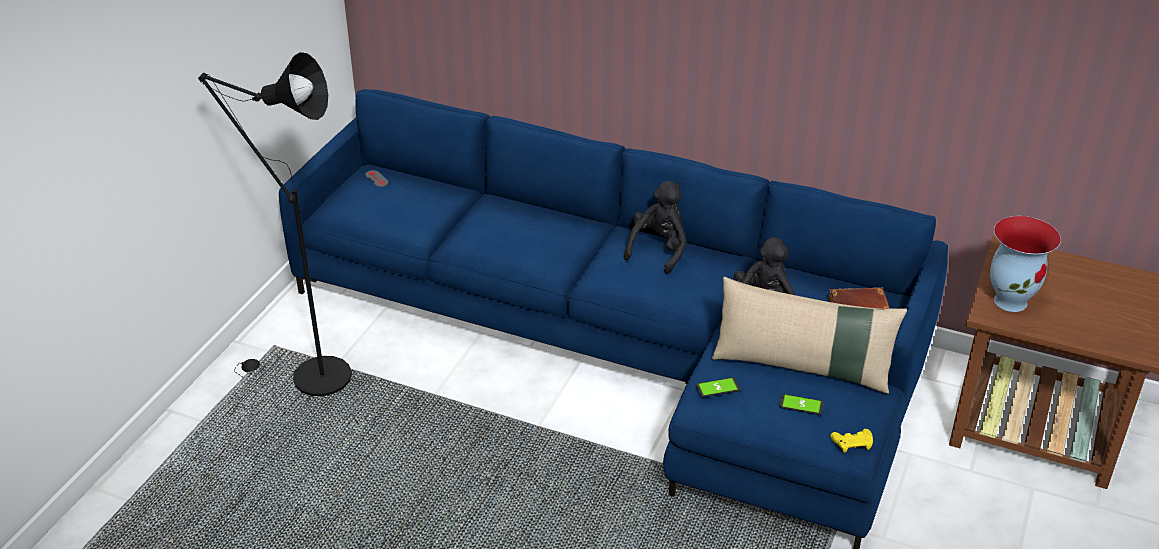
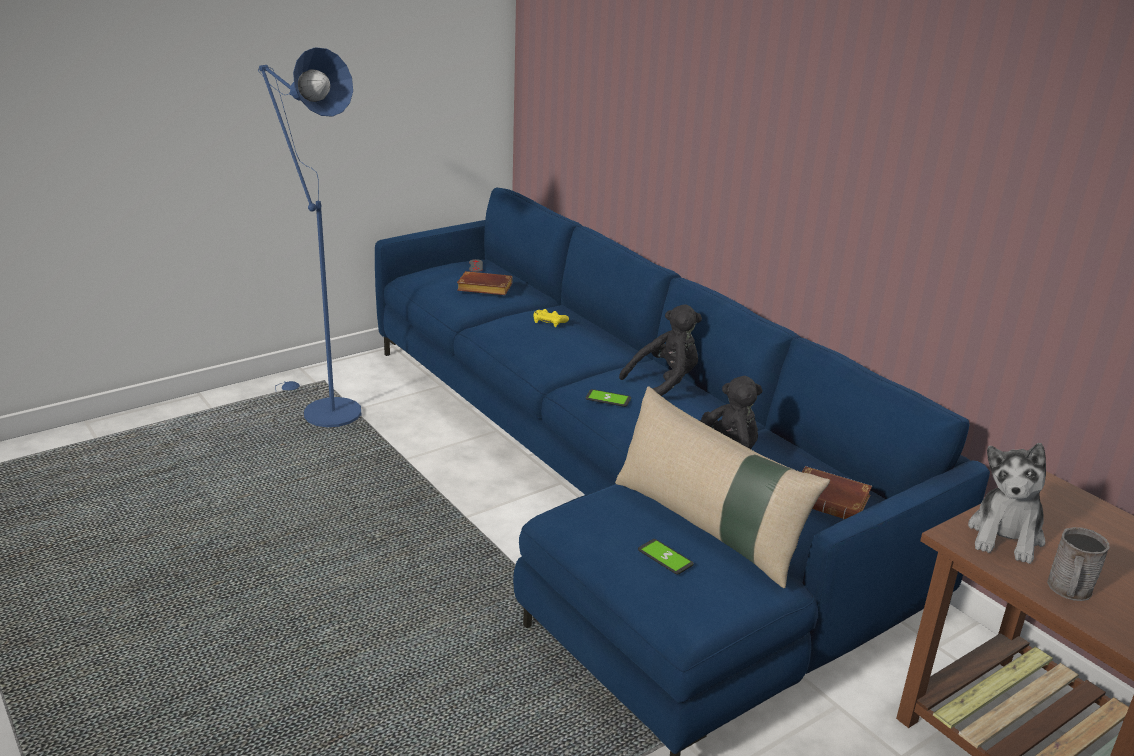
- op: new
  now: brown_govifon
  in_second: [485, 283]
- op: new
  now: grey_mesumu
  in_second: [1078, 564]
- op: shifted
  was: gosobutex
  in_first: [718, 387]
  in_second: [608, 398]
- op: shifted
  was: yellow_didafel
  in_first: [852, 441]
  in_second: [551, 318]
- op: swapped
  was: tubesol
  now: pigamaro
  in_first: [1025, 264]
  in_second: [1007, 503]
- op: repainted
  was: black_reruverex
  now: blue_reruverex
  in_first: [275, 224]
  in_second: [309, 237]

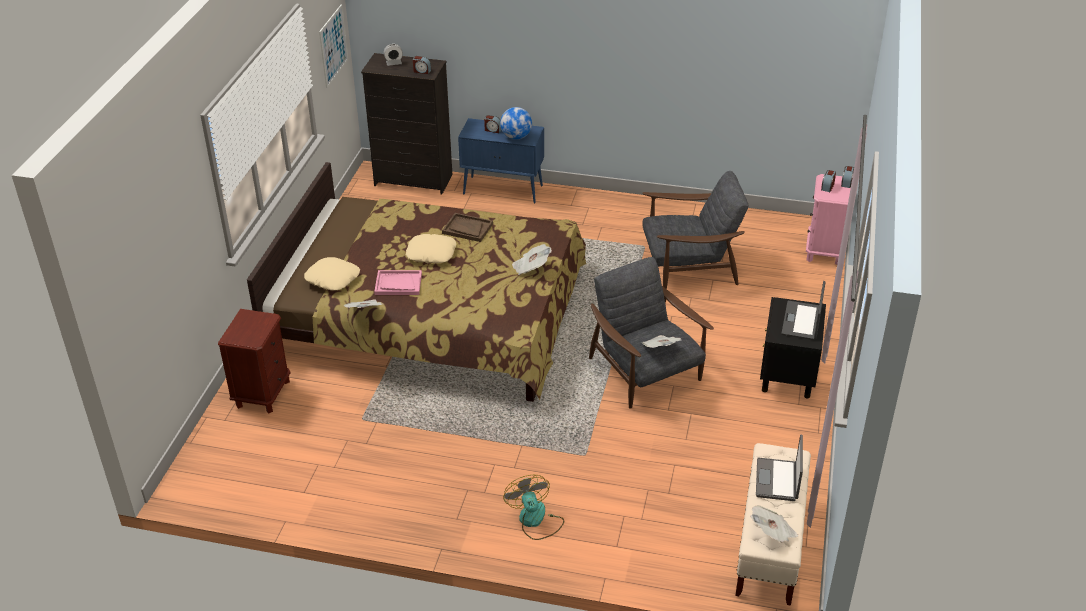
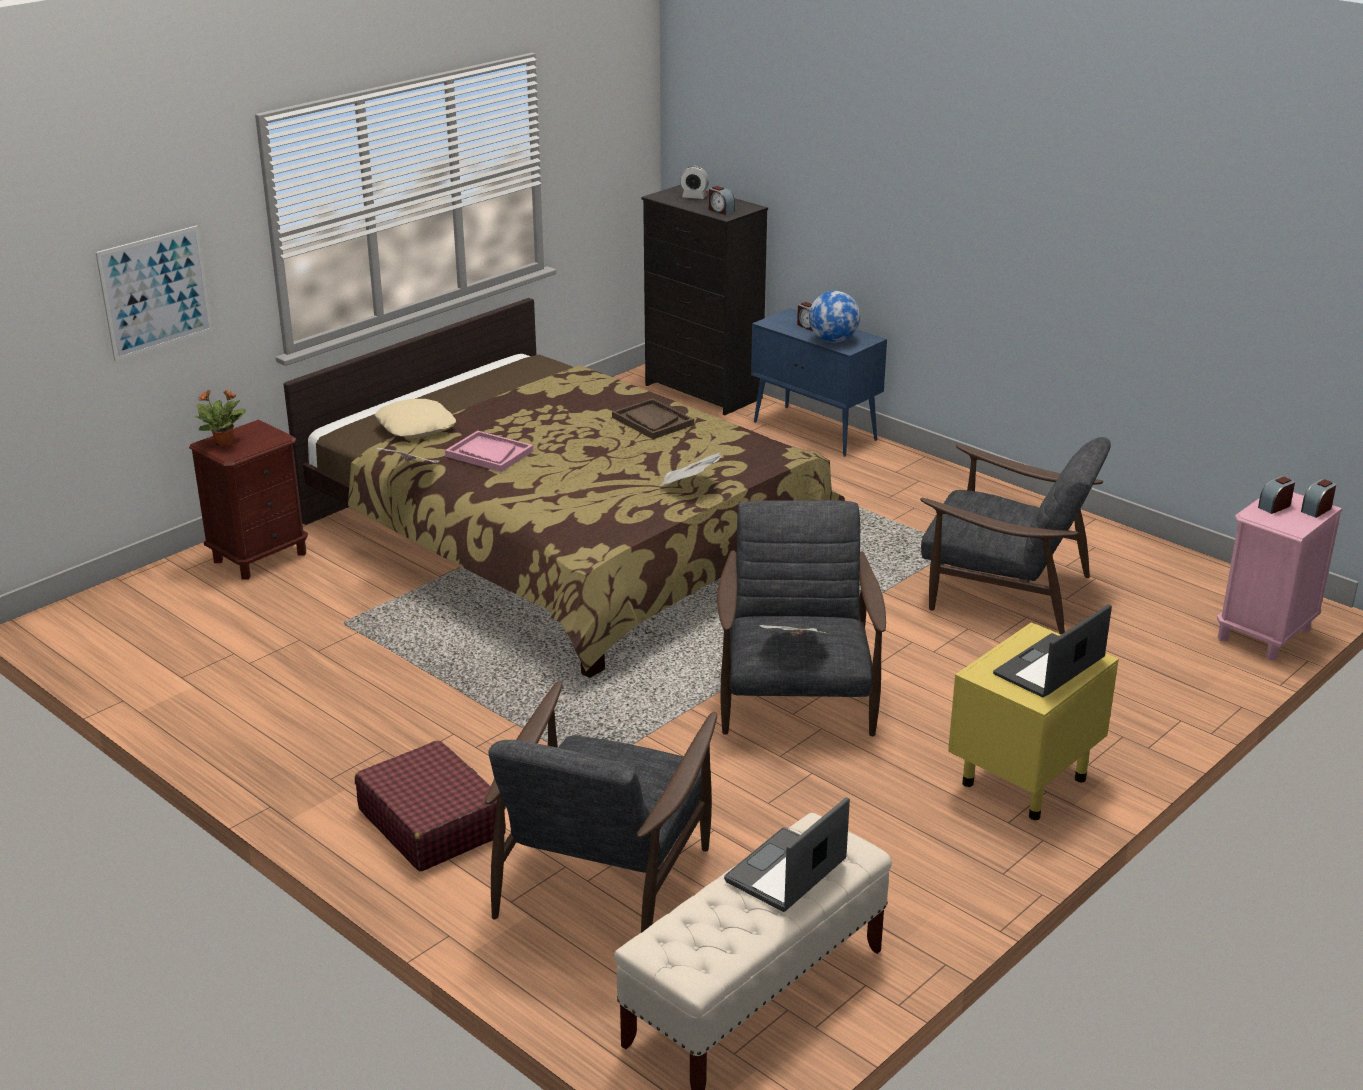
- op: gone
  was: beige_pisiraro
  in_first: [431, 248]
- op: gone
  was: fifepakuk
  in_first: [774, 523]
- op: new
  now: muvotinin
  in_second: [220, 418]
- op: new
  now: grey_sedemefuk
  in_second: [601, 807]
- op: shifted
  was: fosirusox
  in_first: [333, 46]
  in_second: [154, 293]
- op: swapped
  was: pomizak
  now: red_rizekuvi
  in_first: [534, 507]
  in_second: [430, 805]
- op: repainted
  was: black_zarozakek
  now: yellow_zarozakek
  in_first: [793, 347]
  in_second: [1033, 721]

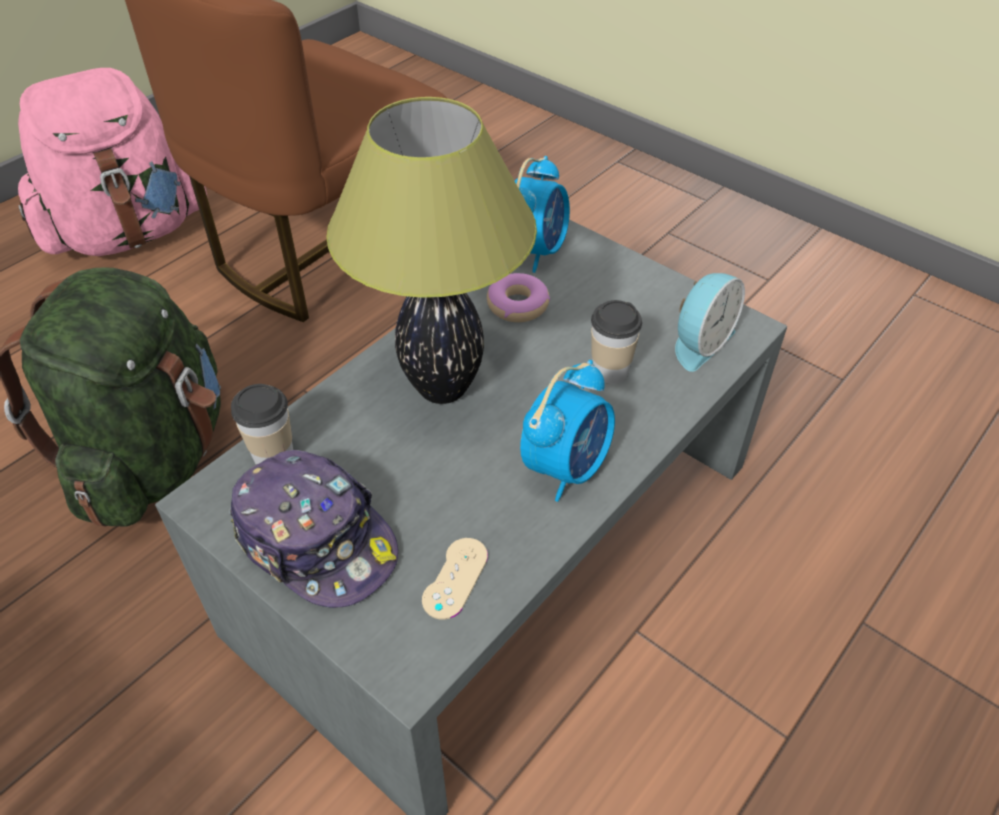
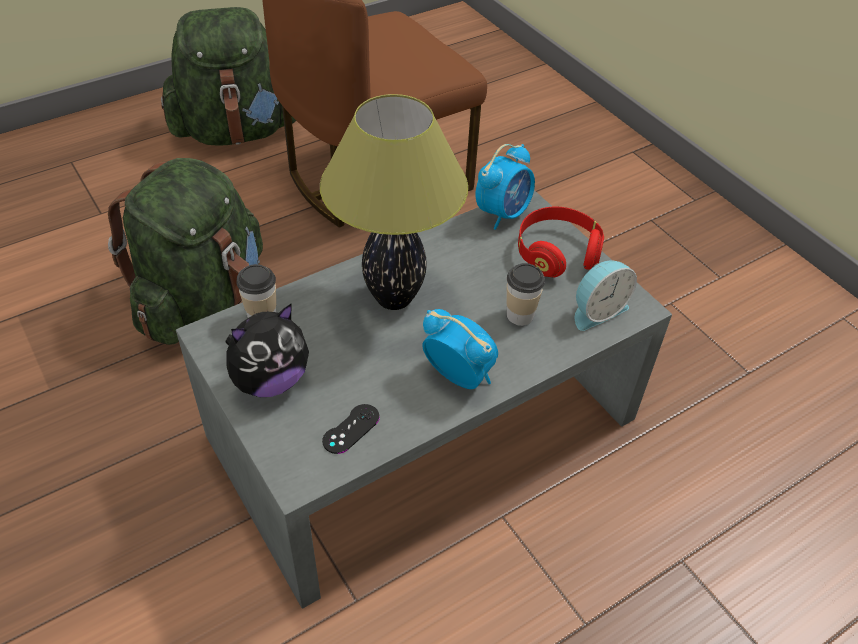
- op: gone
  was: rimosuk
  in_first: [518, 297]
- op: new
  now: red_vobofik
  in_second: [561, 242]
- op: swapped
  was: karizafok
  now: pigamaro
  in_first: [313, 529]
  in_second: [267, 350]
- op: repainted
  was: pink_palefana
  now: green_palefana
  in_first: [112, 162]
  in_second: [228, 76]
- op: repainted
  was: beige_didafel
  now: black_didafel
  in_first: [455, 579]
  in_second: [351, 429]
- op: rotated
  was: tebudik
  in_first: [567, 431]
  in_second: [460, 349]
  clockwise: -105

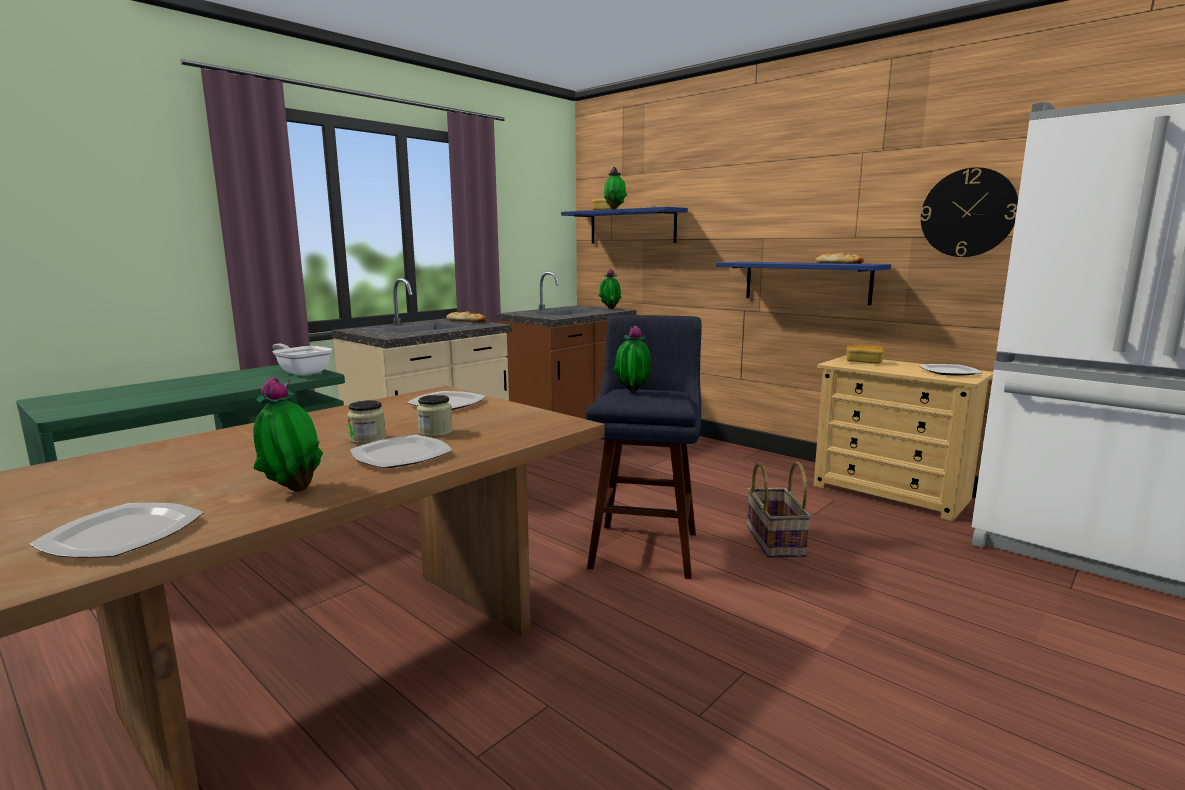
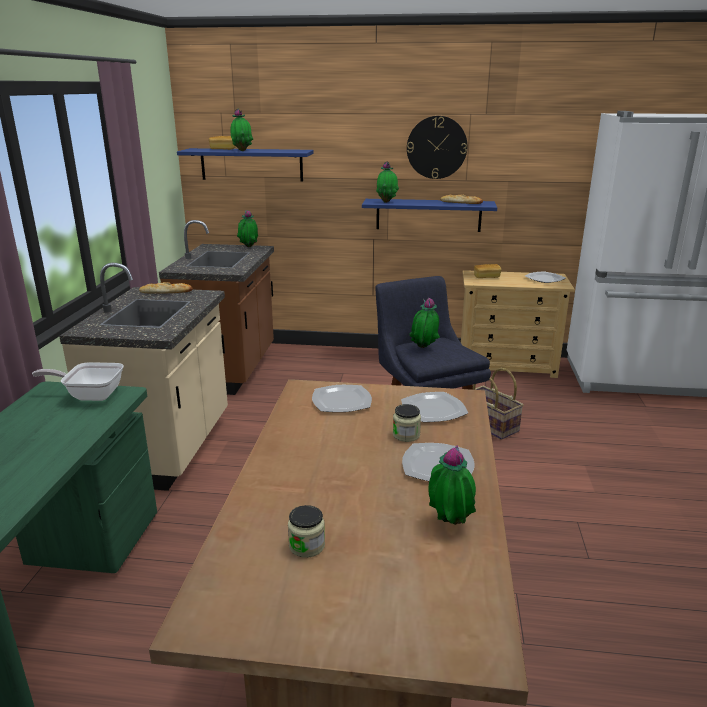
- op: new
  now: muvotinin
  in_second: [387, 182]
- op: shifted
  was: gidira
  in_first: [117, 530]
  in_second: [434, 407]
- op: shifted
  was: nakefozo
  in_first: [366, 422]
  in_second: [306, 531]
- op: shifted
  was: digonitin
  in_first: [969, 212]
  in_second: [437, 147]

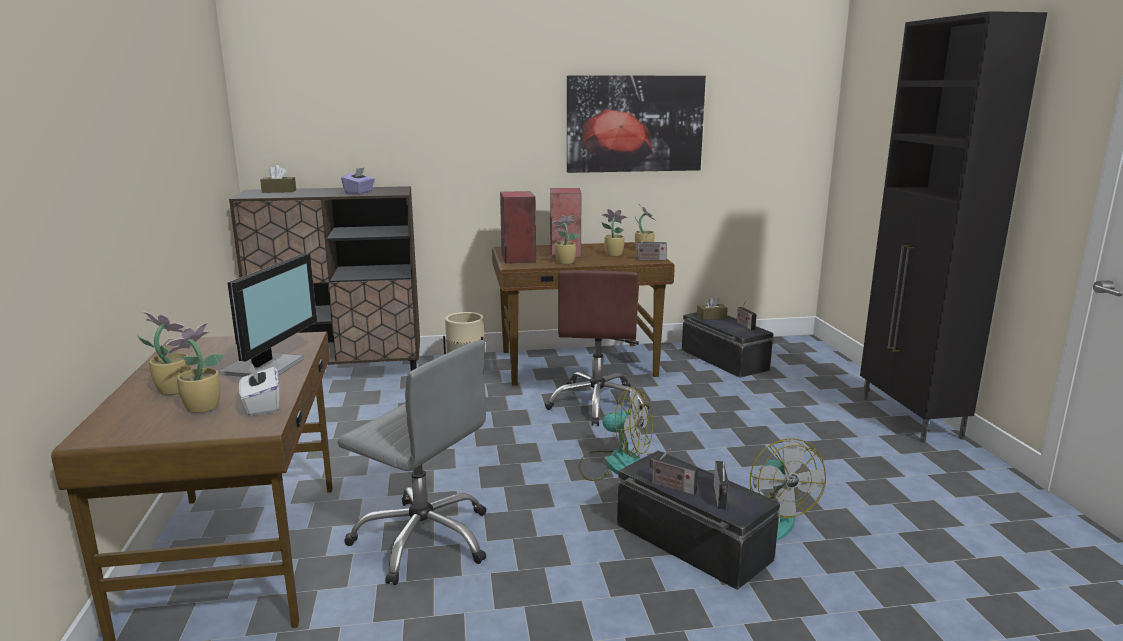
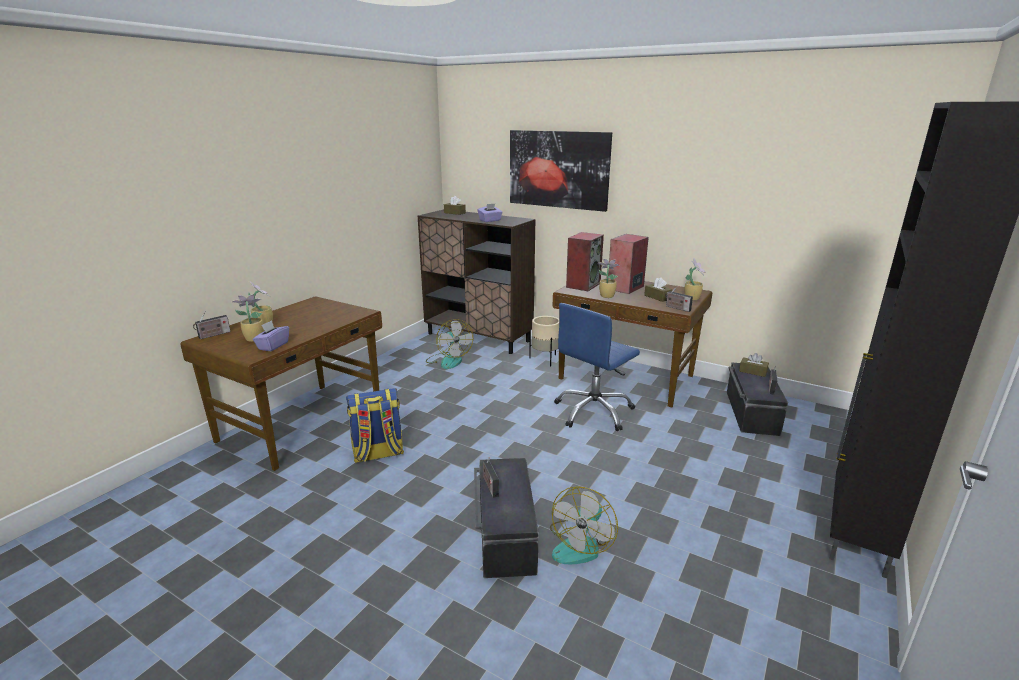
- op: gone
  was: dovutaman
  in_first: [268, 315]
- op: shifted
  was: fosirusox
  in_first: [636, 124]
  in_second: [561, 171]
- op: shifted
  was: pomizak
  in_first: [615, 434]
  in_second: [449, 344]
- op: shifted
  was: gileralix
  in_first: [721, 485]
  in_second: [212, 325]
- op: swapped
  was: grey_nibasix
  now: palefana
  in_first: [412, 462]
  in_second: [375, 425]
- op: swapped
  was: muvotinin
  now: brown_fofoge
  in_first: [614, 233]
  in_second: [658, 289]
- op: repainted
  was: white_fofoge
  now: purple_fofoge
  in_first: [259, 389]
  in_second: [271, 335]
- op: repainted
  was: brown_nibasix
  now: blue_nibasix
  in_first: [596, 348]
  in_second: [597, 367]

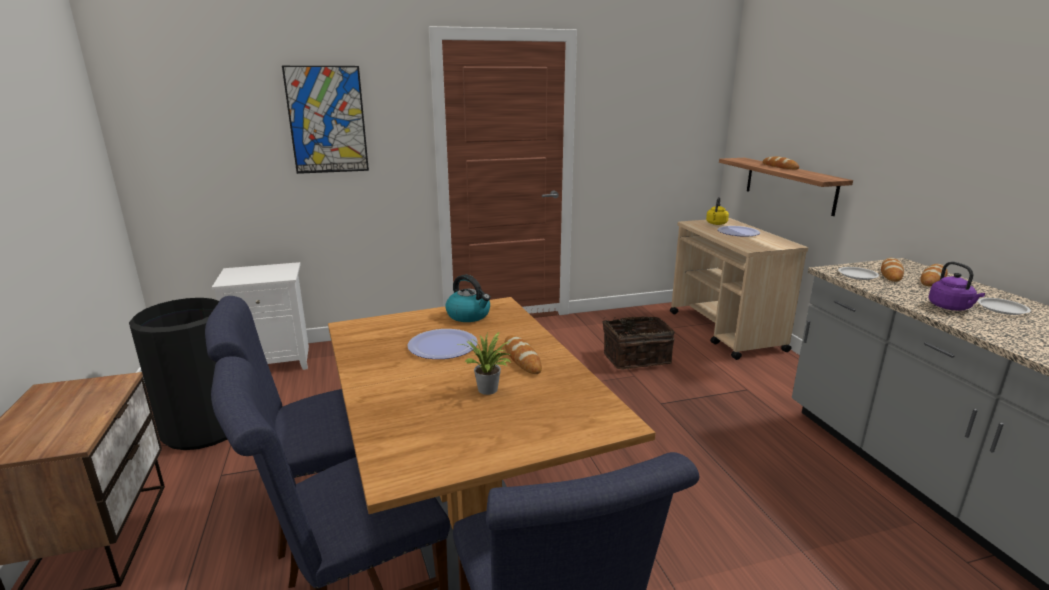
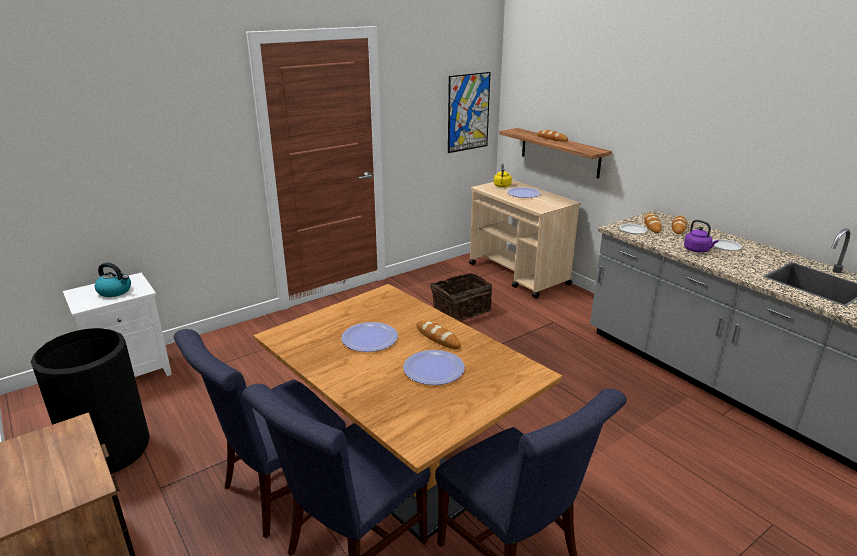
- op: shifted
  was: fosirusox
  in_first: [325, 120]
  in_second: [469, 112]
- op: shifted
  was: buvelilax
  in_first: [467, 298]
  in_second: [113, 279]
- op: swapped
  was: muvotinin
  now: gidira
  in_first: [485, 363]
  in_second: [434, 367]

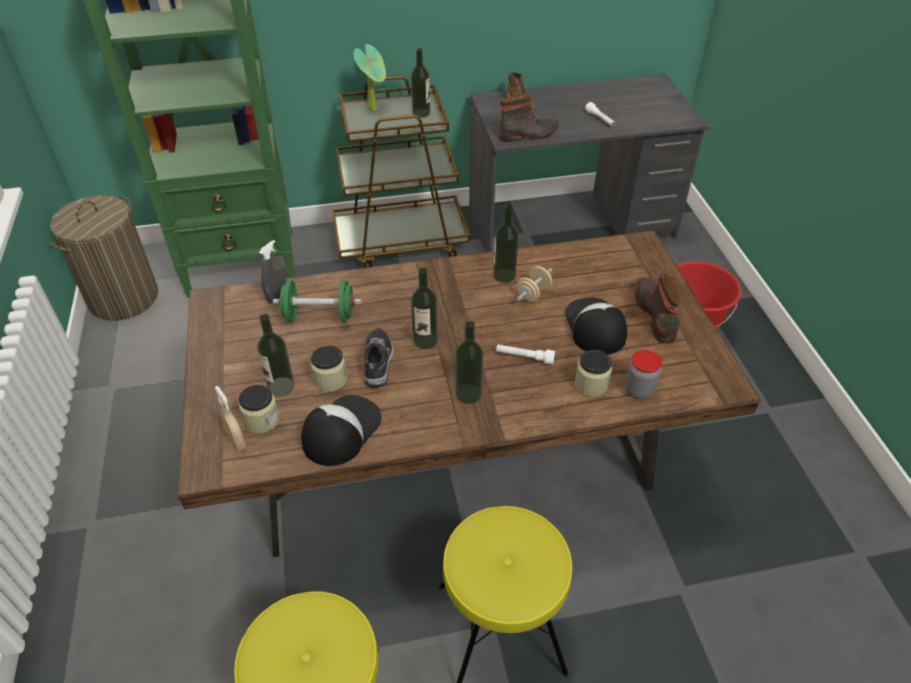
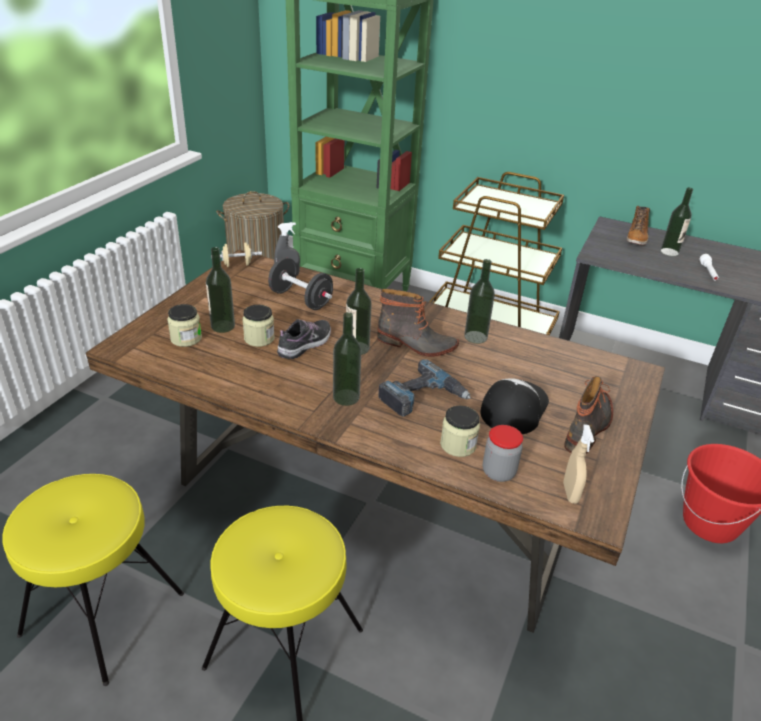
- op: gone
  was: karizafok
  in_first: [341, 430]
- op: gone
  was: muvotinin
  in_first: [370, 77]
- op: shifted
  was: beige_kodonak
  in_first: [230, 418]
  in_second: [578, 464]
- op: shifted
  was: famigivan
  in_first: [420, 83]
  in_second: [676, 221]
- op: shifted
  was: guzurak
  in_first: [529, 118]
  in_second: [418, 323]
- op: shifted
  was: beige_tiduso
  in_first: [534, 283]
  in_second: [236, 254]
- op: swapped
  was: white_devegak
  now: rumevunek
  in_first: [525, 355]
  in_second: [424, 388]
- op: repainted
  was: green_tiduso
  now: black_tiduso
  in_first: [317, 301]
  in_second: [300, 283]

